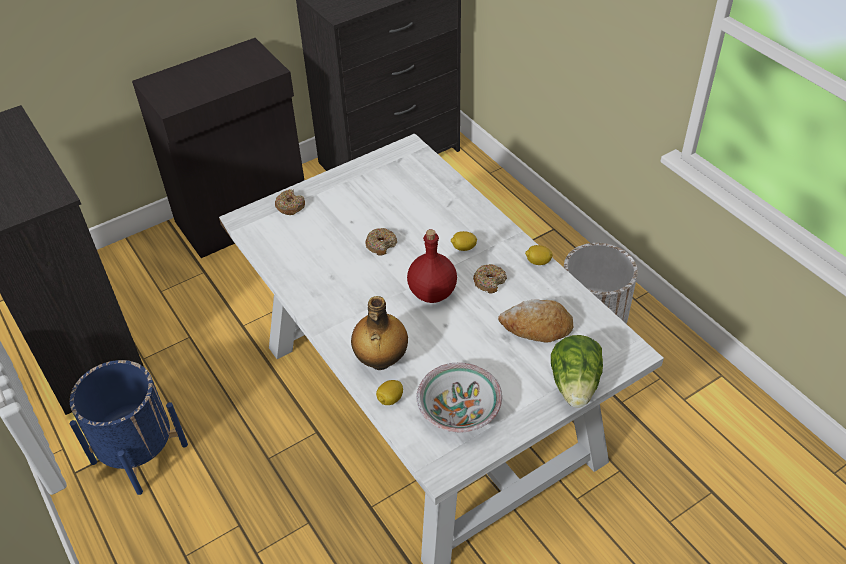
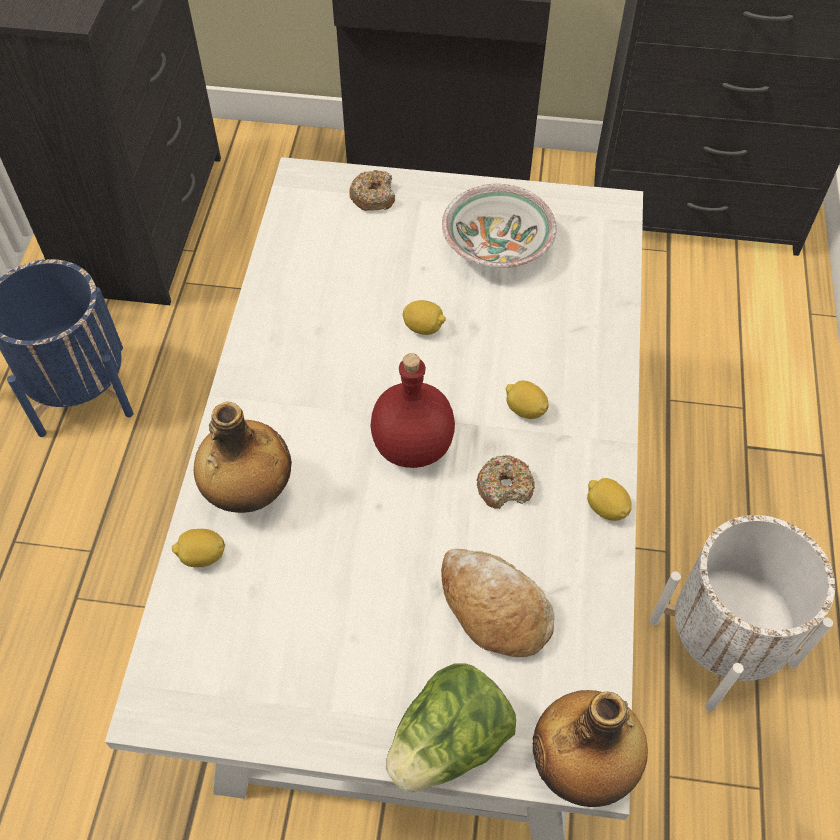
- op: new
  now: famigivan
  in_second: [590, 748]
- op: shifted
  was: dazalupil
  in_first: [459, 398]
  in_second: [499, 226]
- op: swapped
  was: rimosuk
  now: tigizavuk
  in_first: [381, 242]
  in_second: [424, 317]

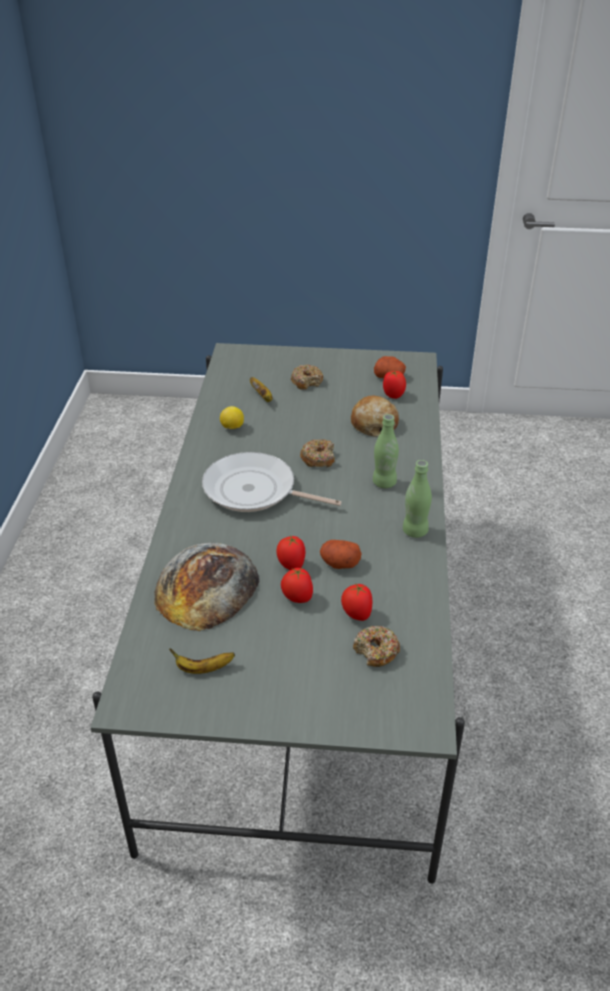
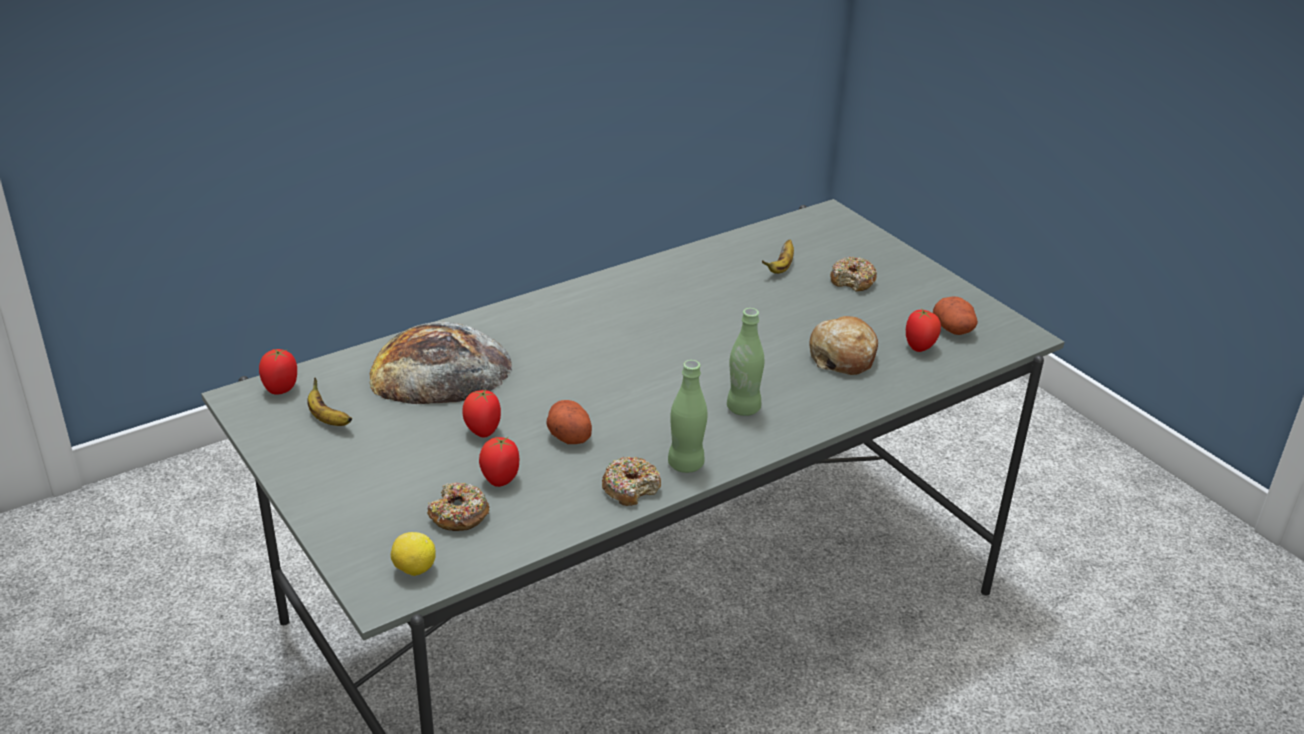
- op: gone
  was: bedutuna
  in_first: [272, 482]
- op: shifted
  was: tigizavuk
  in_first: [232, 417]
  in_second: [413, 554]
- op: shifted
  was: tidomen
  in_first: [290, 552]
  in_second: [278, 372]
- op: shifted
  was: rimosuk
  in_first: [317, 453]
  in_second: [631, 481]

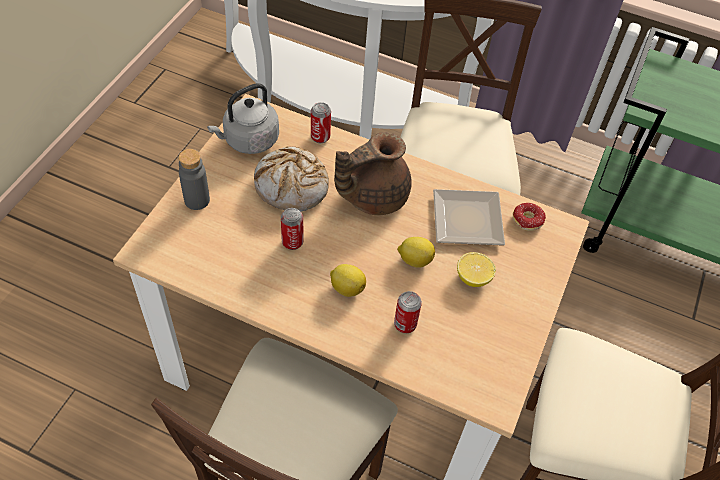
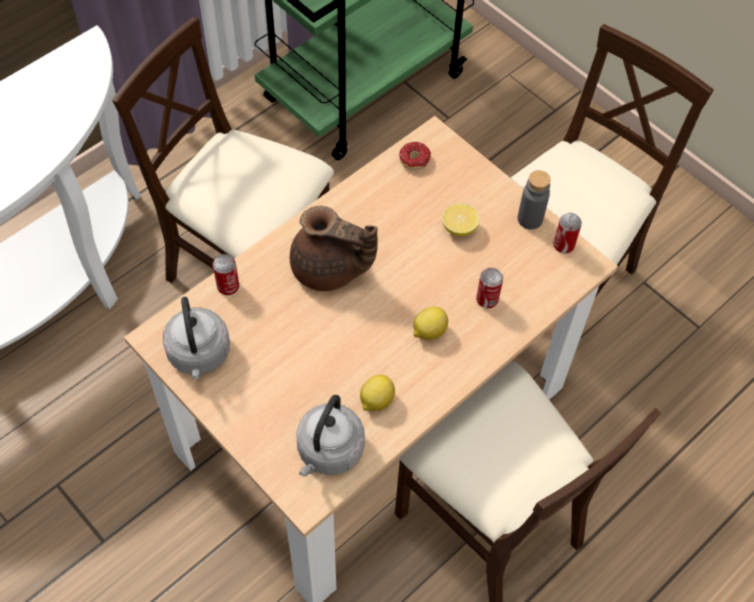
- op: gone
  was: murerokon
  in_first: [291, 178]
- op: gone
  was: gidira
  in_first: [469, 217]
- op: new
  now: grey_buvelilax
  in_second: [330, 436]
- op: shifted
  was: grey_famigivan
  in_first: [194, 179]
  in_second: [534, 199]
- op: shifted
  was: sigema
  in_first: [292, 229]
  in_second: [567, 233]
- op: shifted
  was: tigizavuk
  in_first: [416, 252]
  in_second: [377, 392]
- op: rotated
  was: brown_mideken
  in_first: [373, 173]
  in_second: [334, 248]
  clockwise: -60

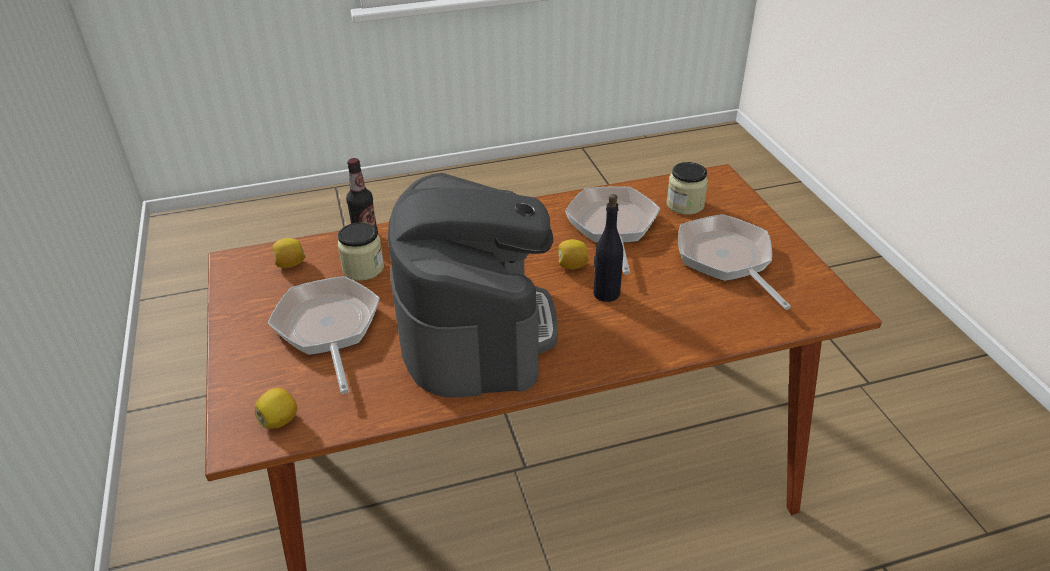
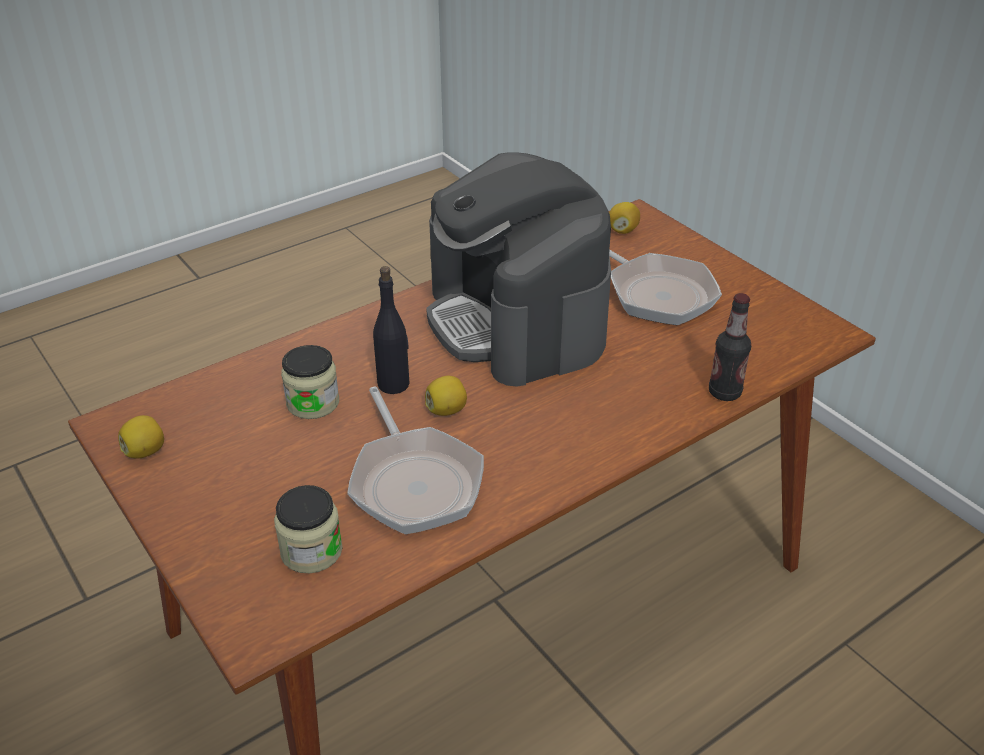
- op: gone
  was: bedutuna
  in_first: [734, 262]
- op: shifted
  was: tigizavuk
  in_first: [289, 253]
  in_second: [141, 436]
- op: shifted
  was: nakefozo
  in_first: [360, 252]
  in_second: [310, 382]

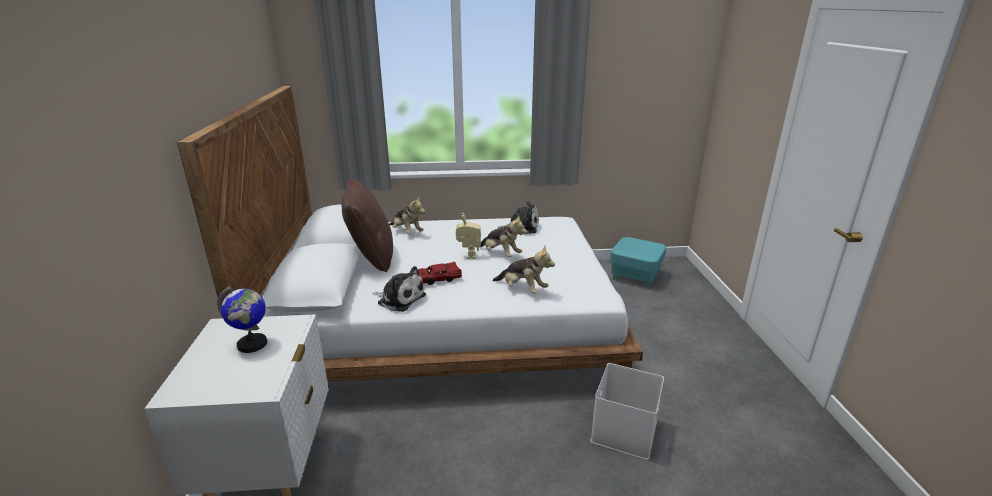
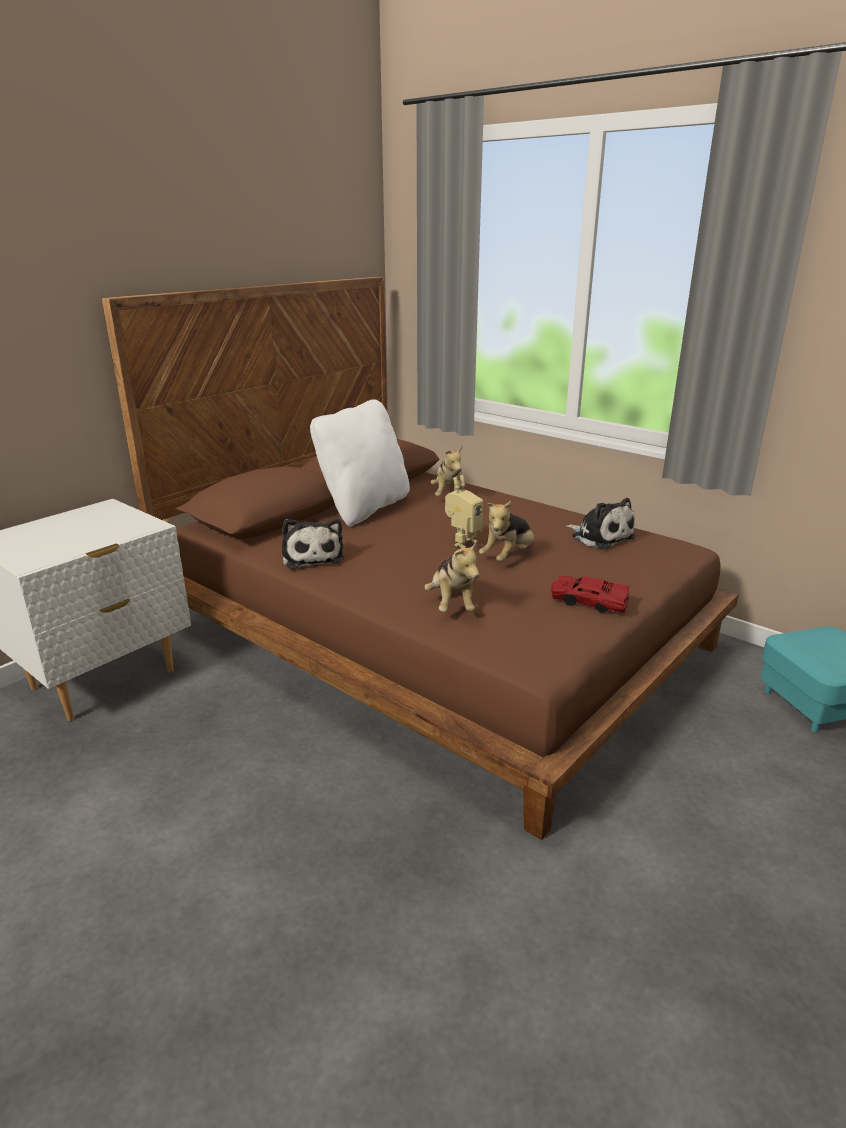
- op: gone
  was: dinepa
  in_first: [242, 319]
- op: gone
  was: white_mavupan
  in_first: [627, 411]
- op: shifted
  was: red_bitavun
  in_first: [440, 273]
  in_second: [590, 594]
- op: repainted
  was: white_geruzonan
  now: brown_geruzonan
  in_first: [410, 234]
  in_second: [420, 558]
- op: repainted
  was: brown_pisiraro
  now: white_pisiraro
  in_first: [367, 225]
  in_second: [360, 463]
- op: rotated
  was: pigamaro
  in_first: [504, 236]
  in_second: [506, 531]
  clockwise: 45

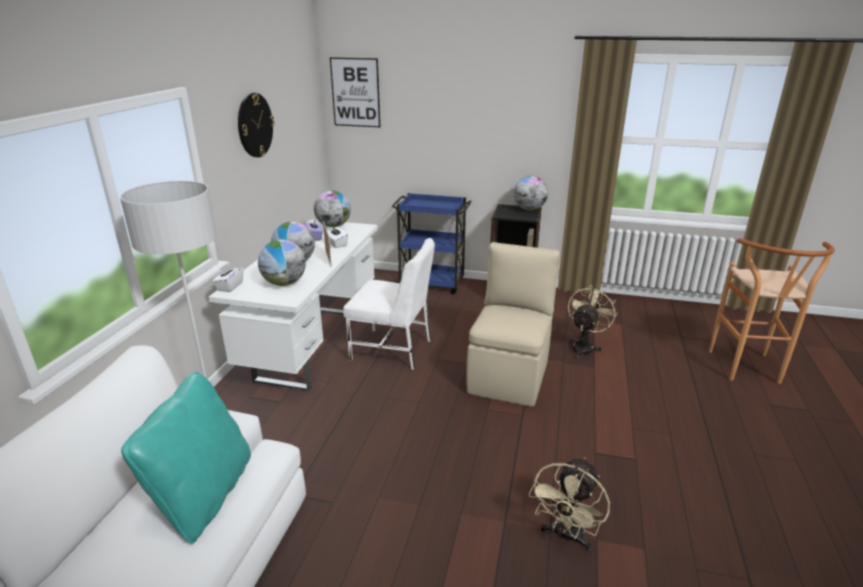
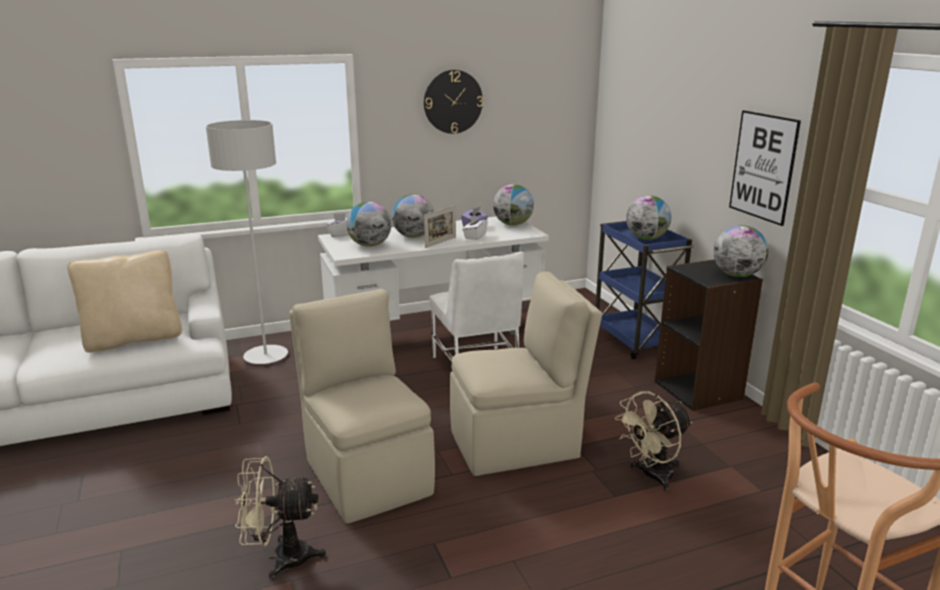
- op: new
  now: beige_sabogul
  in_second: [362, 406]
- op: new
  now: dinepa
  in_second: [648, 218]
- op: shifted
  was: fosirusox
  in_first: [355, 92]
  in_second: [765, 168]
- op: repainted
  was: turquoise_pisiraro
  now: beige_pisiraro
  in_first: [186, 458]
  in_second: [124, 301]
- op: rotated
  was: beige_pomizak
  in_first: [592, 322]
  in_second: [653, 441]
  clockwise: 150

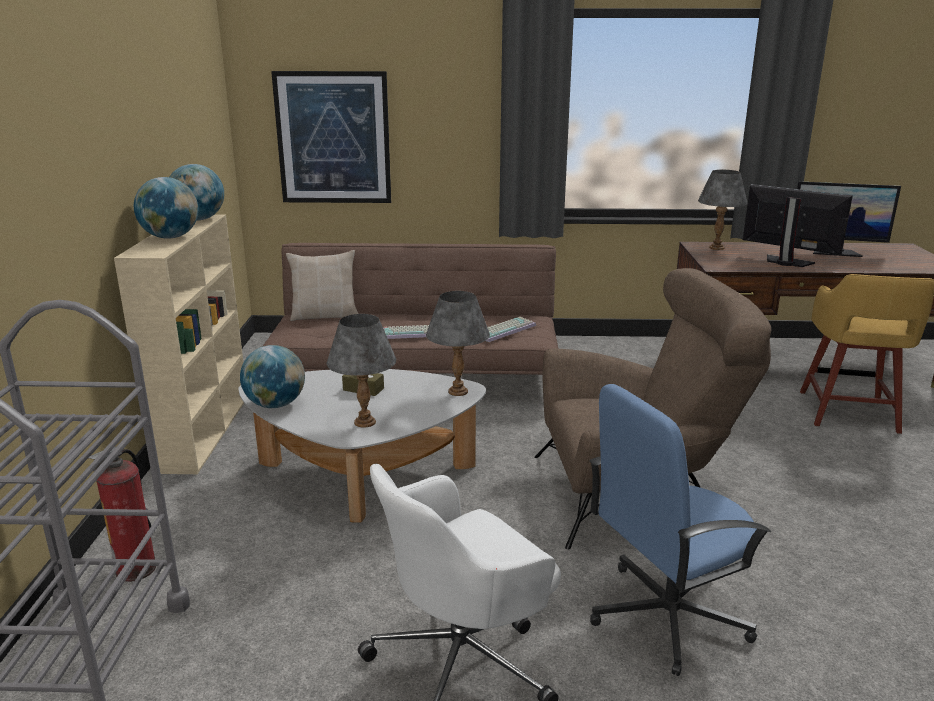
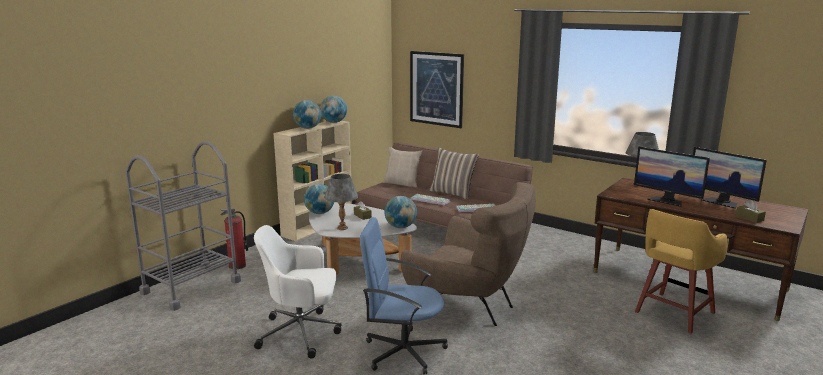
- op: new
  now: pisiraro
  in_second: [454, 173]
- op: new
  now: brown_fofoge
  in_second: [751, 211]
- op: swapped
  was: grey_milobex
  now: dinepa
  in_first: [458, 343]
  in_second: [401, 212]
- op: rotated
  was: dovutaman
  in_first: [798, 225]
  in_second: [672, 177]
  clockwise: 150

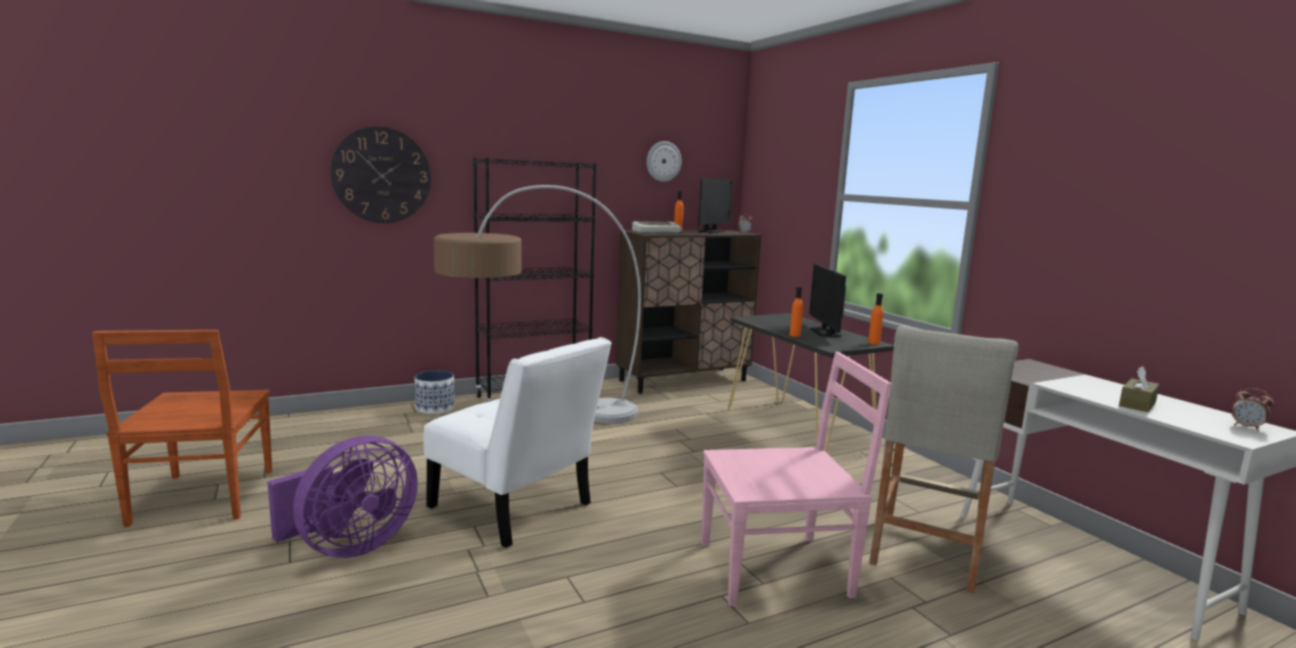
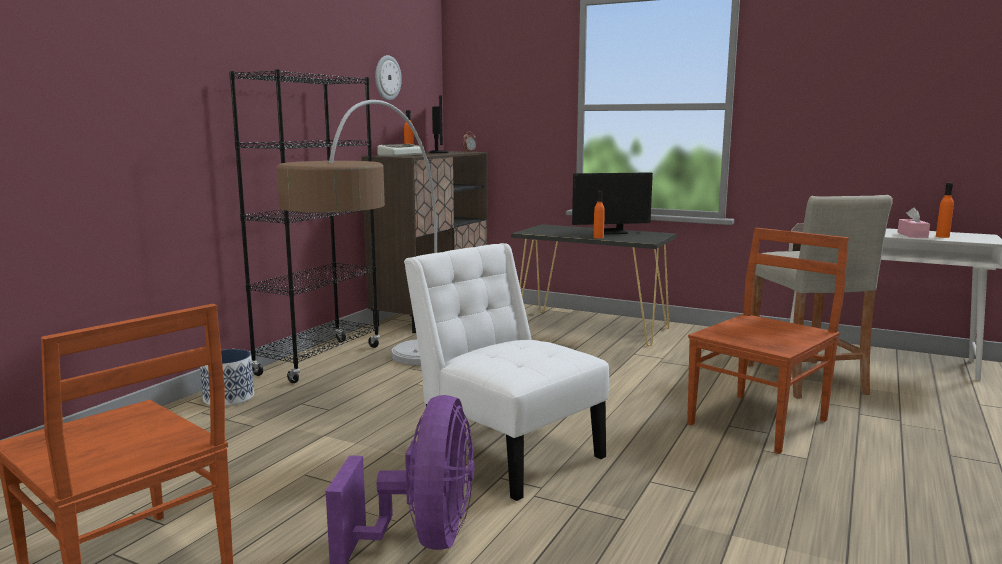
- op: gone
  was: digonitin
  in_first: [380, 174]
- op: gone
  was: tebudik
  in_first: [1253, 409]
- op: shifted
  was: orange_famigivan
  in_first: [875, 319]
  in_second: [945, 210]
- op: repainted
  was: pink_sabogul
  now: brown_sabogul
  in_first: [796, 479]
  in_second: [768, 341]
- op: repainted
  was: brown_fofoge
  now: pink_fofoge
  in_first: [1139, 389]
  in_second: [913, 222]
- op: rotated
  was: white_sabogul
  in_first: [517, 442]
  in_second: [506, 372]
  clockwise: -135
- op: rotated
  was: dovutaman
  in_first: [827, 300]
  in_second: [612, 203]
  clockwise: -60

